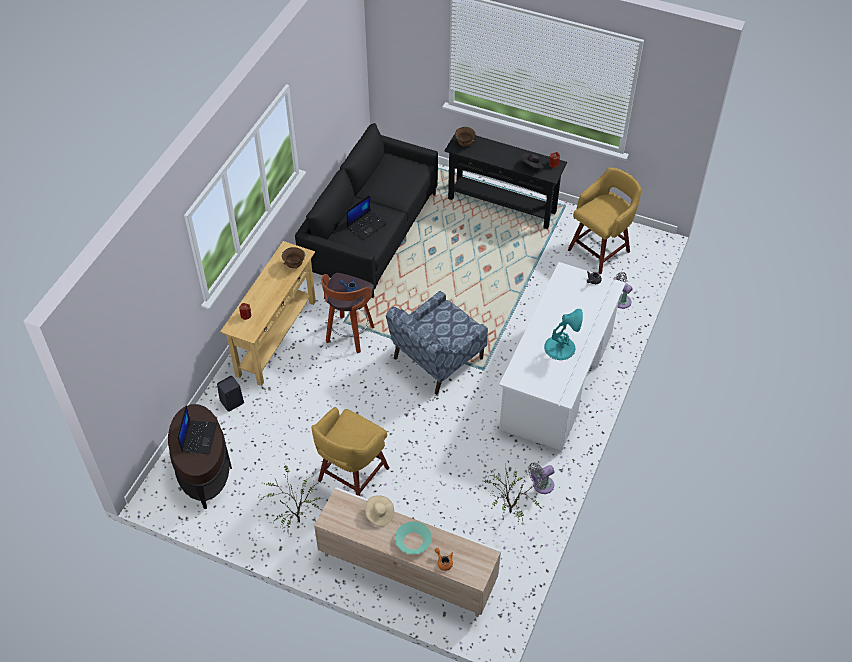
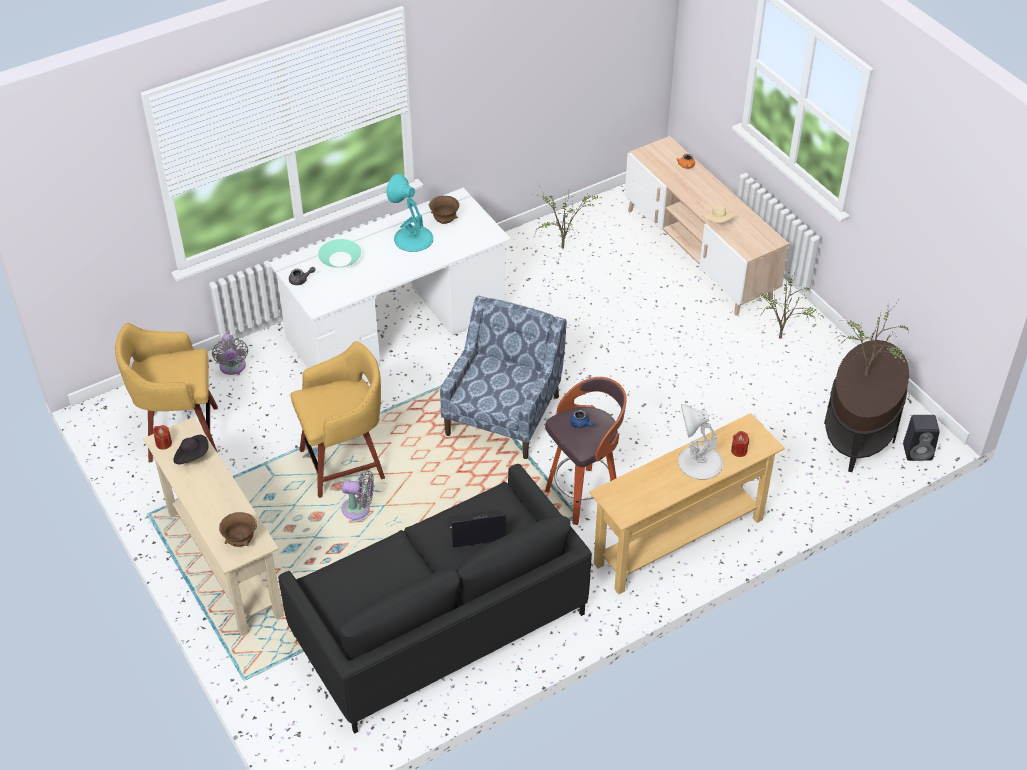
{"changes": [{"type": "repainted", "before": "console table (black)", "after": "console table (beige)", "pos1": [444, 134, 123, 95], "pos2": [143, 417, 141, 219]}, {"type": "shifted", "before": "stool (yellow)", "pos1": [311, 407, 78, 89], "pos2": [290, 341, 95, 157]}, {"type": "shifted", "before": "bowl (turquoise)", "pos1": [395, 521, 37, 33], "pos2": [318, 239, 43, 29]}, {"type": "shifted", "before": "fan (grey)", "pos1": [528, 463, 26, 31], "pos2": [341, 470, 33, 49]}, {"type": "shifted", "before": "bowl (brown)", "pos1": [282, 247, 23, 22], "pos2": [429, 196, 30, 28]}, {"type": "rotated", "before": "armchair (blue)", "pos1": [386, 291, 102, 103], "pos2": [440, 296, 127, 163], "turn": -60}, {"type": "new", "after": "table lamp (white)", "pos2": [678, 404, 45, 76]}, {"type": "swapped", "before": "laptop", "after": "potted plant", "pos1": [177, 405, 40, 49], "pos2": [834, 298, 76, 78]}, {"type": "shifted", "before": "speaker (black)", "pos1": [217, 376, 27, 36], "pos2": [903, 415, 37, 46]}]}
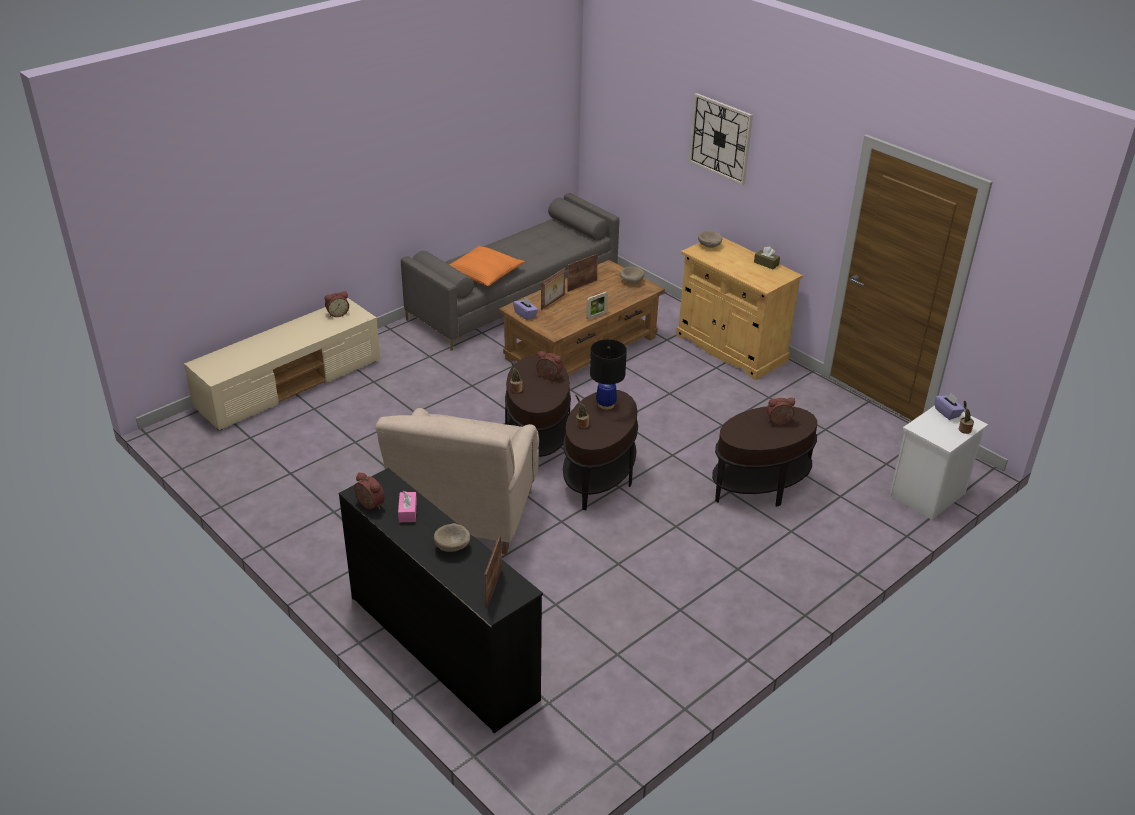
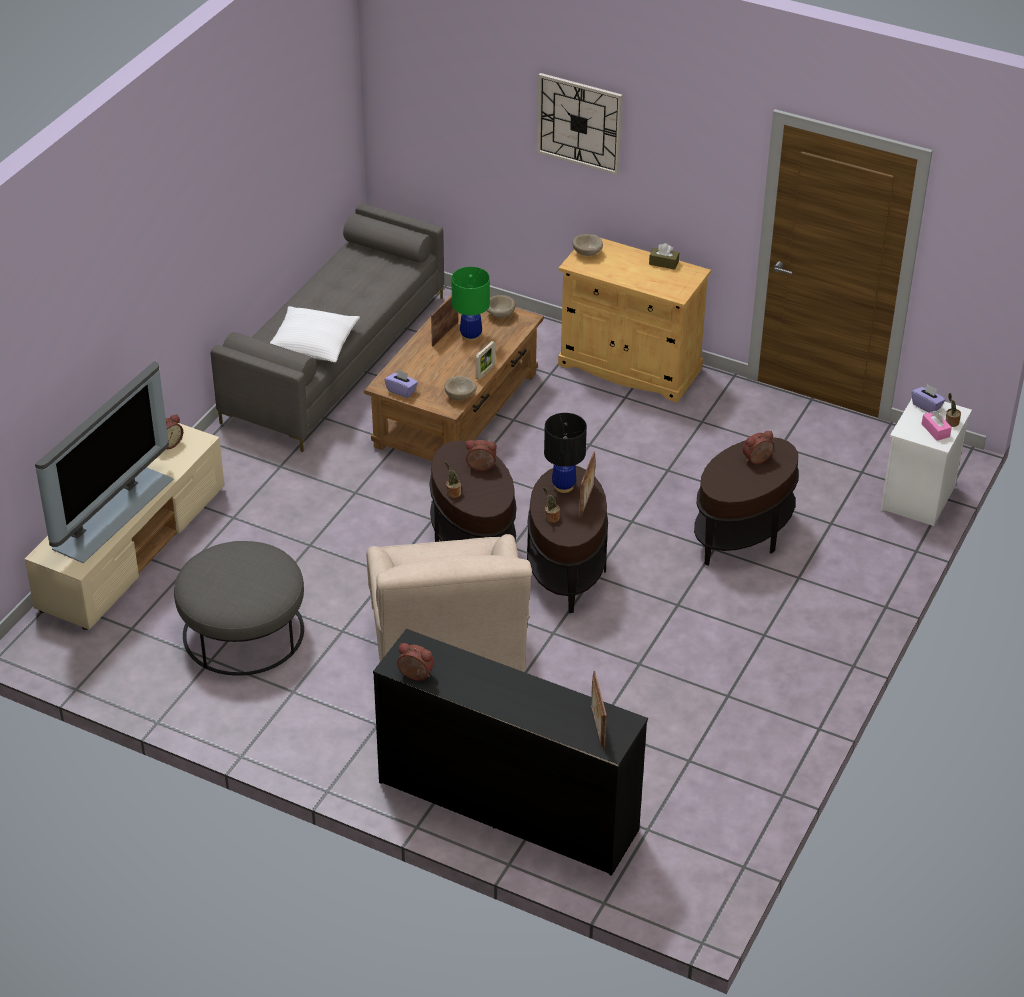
{"changes": [{"type": "new", "after": "television", "pos2": [35, 361, 139, 202]}, {"type": "new", "after": "ottoman (grey)", "pos2": [174, 541, 130, 135]}, {"type": "repainted", "before": "pillow (orange)", "after": "pillow (white)", "pos1": [449, 246, 76, 40], "pos2": [270, 306, 90, 56]}, {"type": "shifted", "before": "bowl (beige)", "pos1": [434, 523, 36, 29], "pos2": [444, 376, 33, 24]}, {"type": "new", "after": "table lamp (green)", "pos2": [451, 267, 39, 75]}, {"type": "shifted", "before": "picture frame", "pos1": [541, 267, 24, 43], "pos2": [579, 452, 16, 65]}, {"type": "shifted", "before": "tissue box (pink)", "pos1": [398, 491, 19, 31], "pos2": [922, 411, 30, 30]}]}
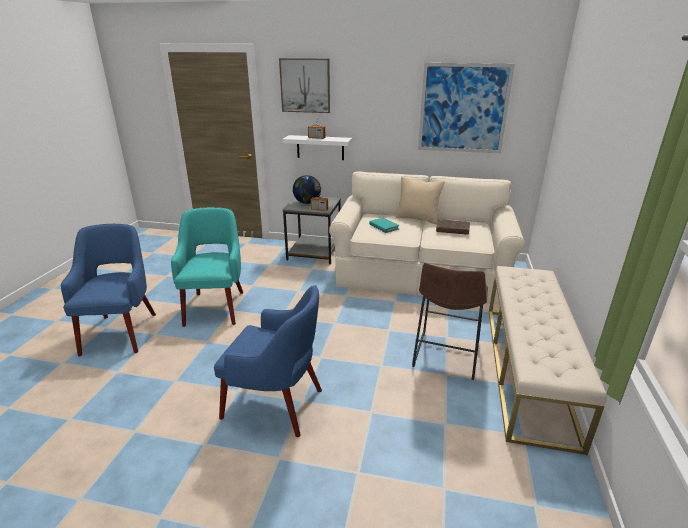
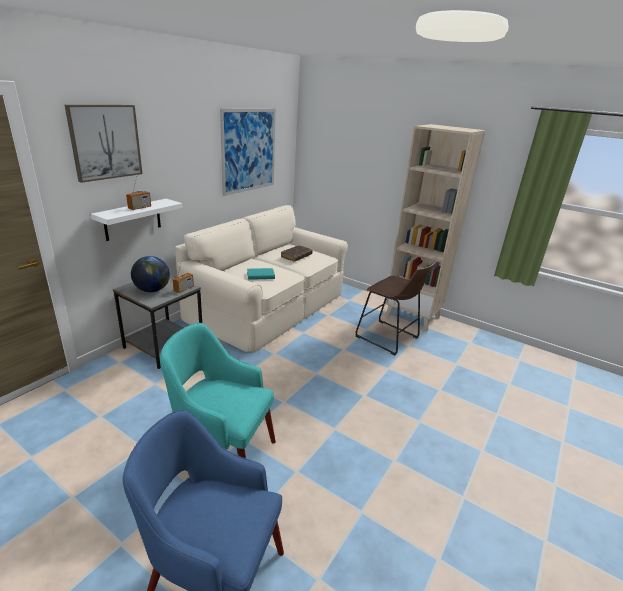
{"changes": [{"type": "swapped", "before": "bench (beige)", "after": "bookcase (beige)", "pos1": [489, 266, 118, 189], "pos2": [385, 124, 100, 207]}, {"type": "gone", "before": "armchair (blue)", "pos1": [214, 285, 108, 152]}, {"type": "gone", "before": "pillow (beige)", "pos1": [395, 176, 50, 48]}]}
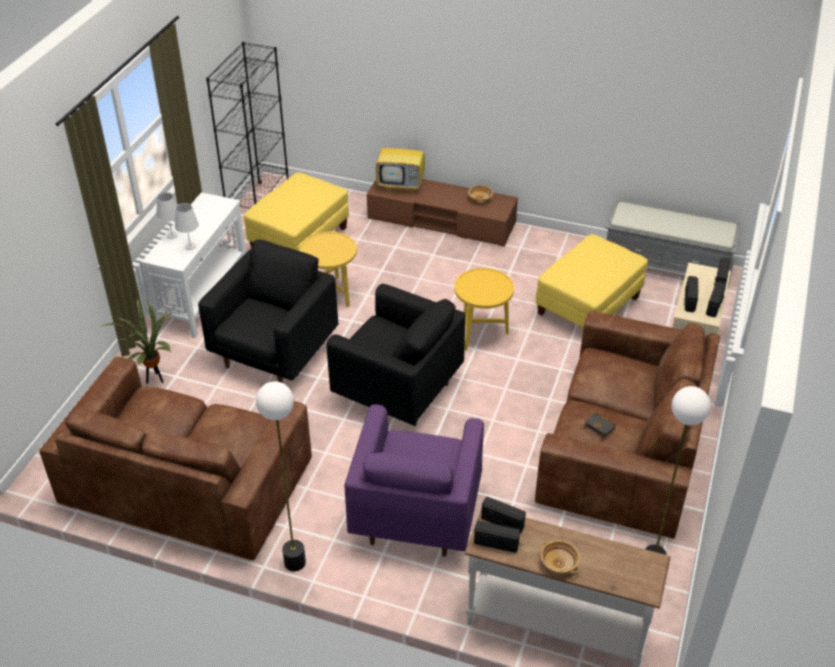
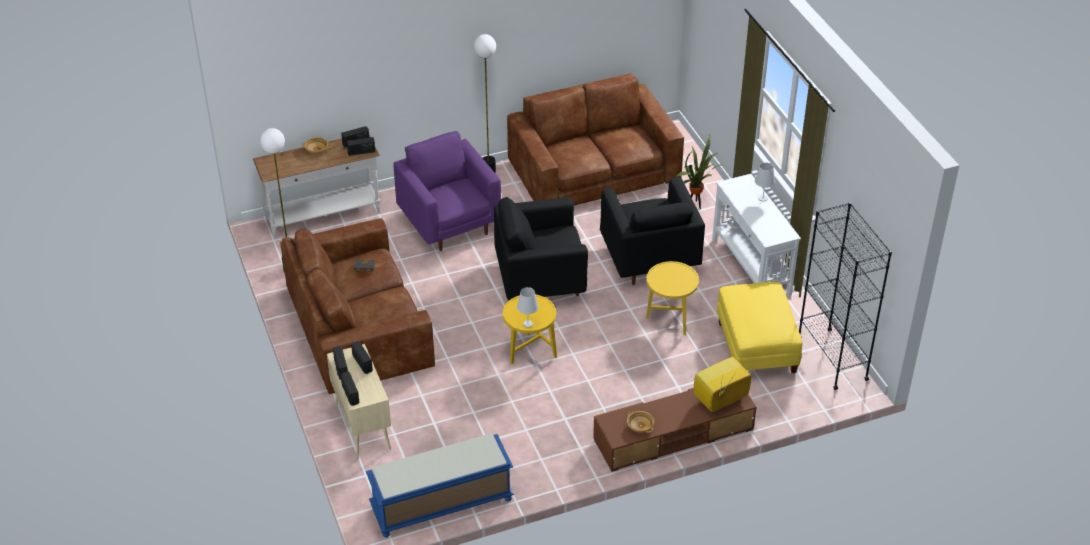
{"changes": [{"type": "repainted", "before": "bench (grey)", "after": "bench (blue)", "pos1": [605, 200, 137, 85], "pos2": [366, 434, 148, 103]}, {"type": "shifted", "before": "table lamp (white)", "pos1": [175, 203, 24, 47], "pos2": [517, 287, 22, 40]}, {"type": "gone", "before": "ottoman (yellow)", "pos1": [536, 234, 112, 94]}]}
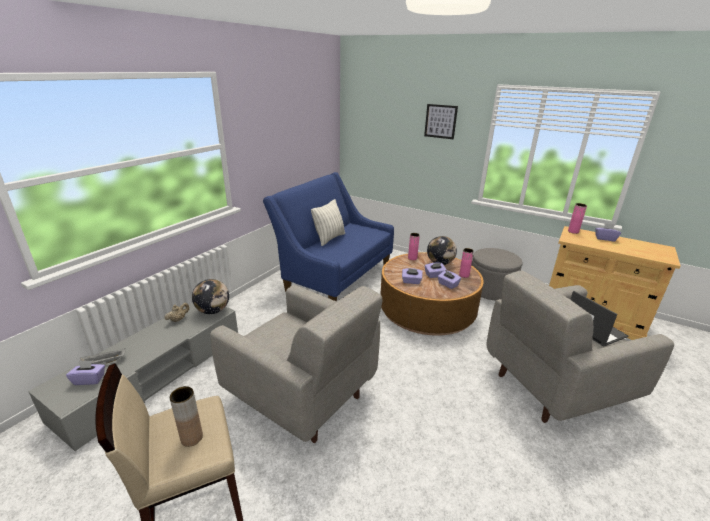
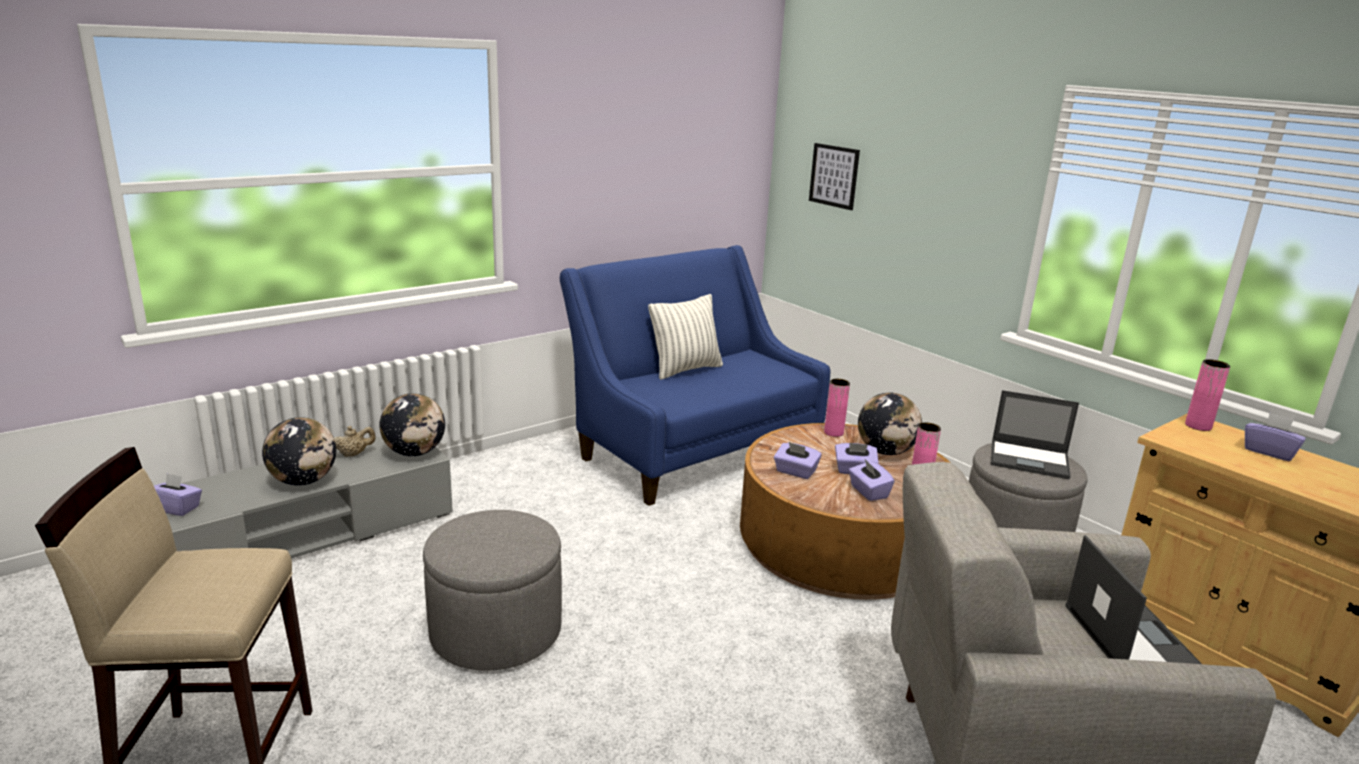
{"changes": [{"type": "new", "after": "globe", "pos2": [262, 417, 74, 68]}, {"type": "swapped", "before": "armchair (grey)", "after": "ottoman (grey)", "pos1": [210, 285, 172, 158], "pos2": [423, 510, 139, 161]}, {"type": "shifted", "before": "picture", "pos1": [424, 104, 34, 35], "pos2": [809, 143, 51, 67]}, {"type": "new", "after": "laptop", "pos2": [991, 390, 88, 89]}, {"type": "gone", "before": "tray (grey)", "pos1": [80, 349, 46, 15]}, {"type": "gone", "before": "vase (brown)", "pos1": [170, 386, 33, 61]}]}
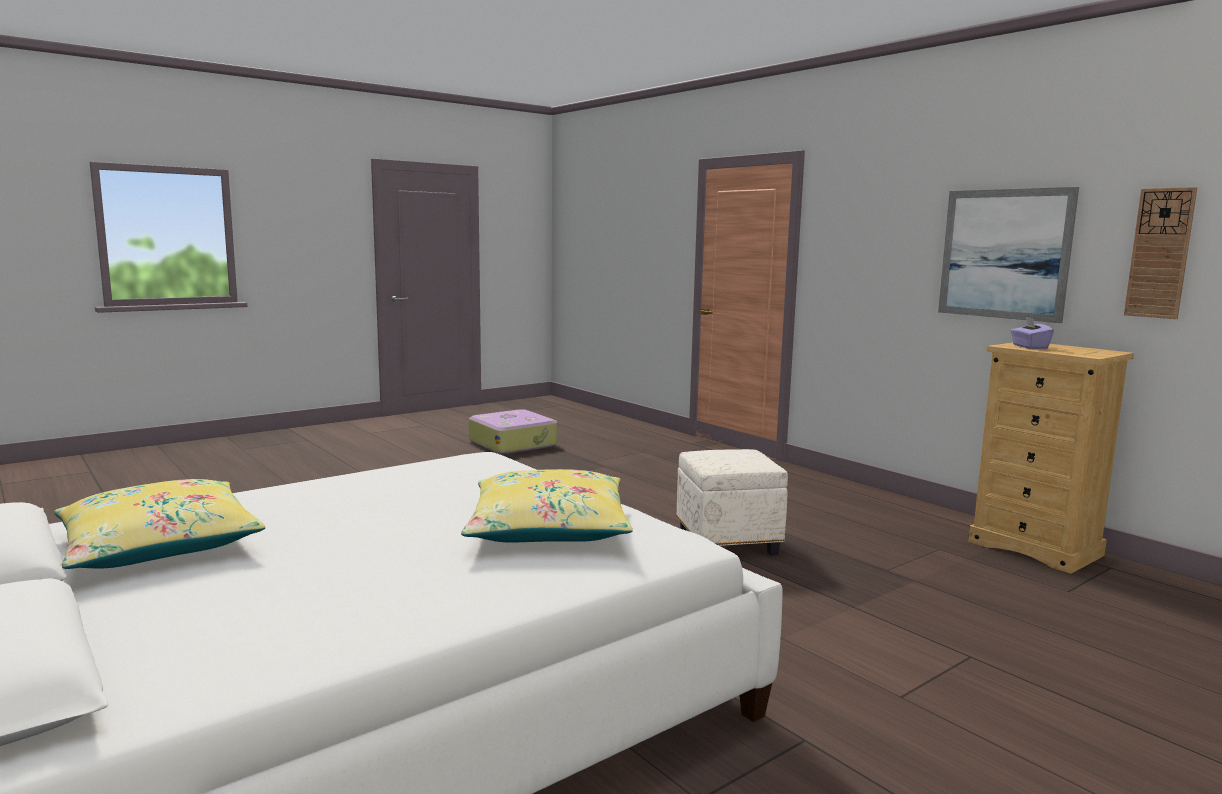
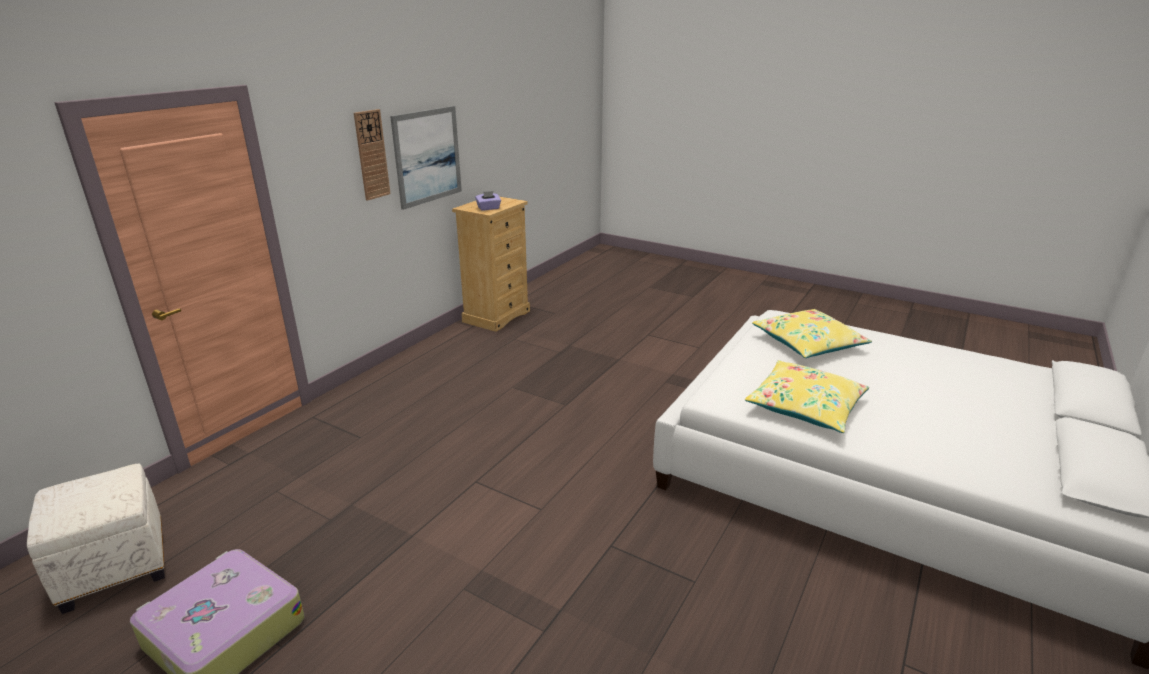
{"changes": [{"type": "shifted", "before": "ottoman (white)", "pos1": [676, 449, 112, 107], "pos2": [27, 463, 138, 151]}, {"type": "shifted", "before": "wall clock", "pos1": [1124, 187, 73, 132], "pos2": [354, 109, 37, 92]}, {"type": "shifted", "before": "pillow (yellow)", "pos1": [54, 479, 211, 90], "pos2": [745, 360, 124, 73]}]}
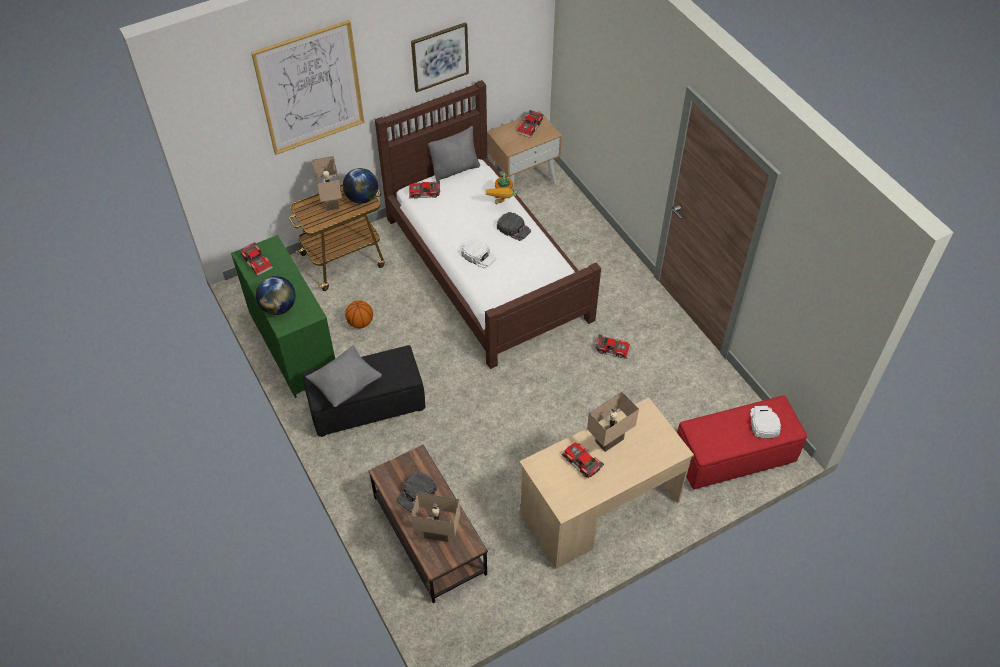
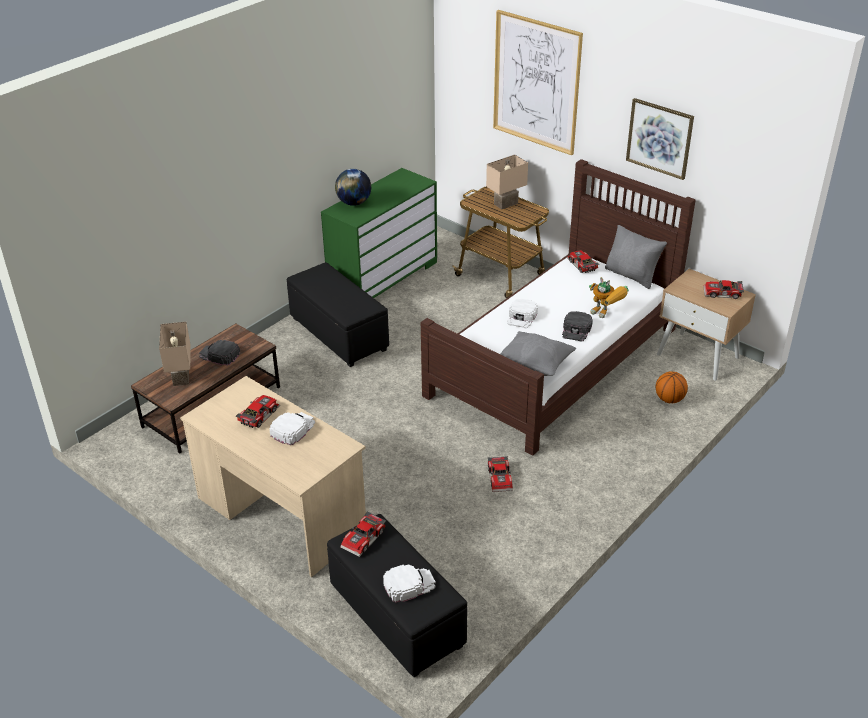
{"changes": [{"type": "swapped", "before": "table lamp (beige)", "after": "cap (white)", "pos1": [587, 392, 52, 60], "pos2": [269, 412, 46, 33]}, {"type": "repainted", "before": "ottoman (red)", "after": "ottoman (black)", "pos1": [677, 395, 130, 95], "pos2": [327, 514, 140, 163]}, {"type": "shifted", "before": "toy car", "pos1": [239, 242, 34, 34], "pos2": [340, 511, 46, 46]}, {"type": "shifted", "before": "pillow (grey)", "pos1": [306, 346, 76, 61], "pos2": [500, 331, 76, 45]}, {"type": "rotated", "before": "toy robot", "pos1": [486, 172, 32, 33], "pos2": [589, 277, 40, 41], "turn": -120}, {"type": "shifted", "before": "basketball", "pos1": [345, 301, 28, 27], "pos2": [655, 371, 33, 32]}, {"type": "gone", "before": "globe", "pos1": [343, 168, 35, 36]}]}
